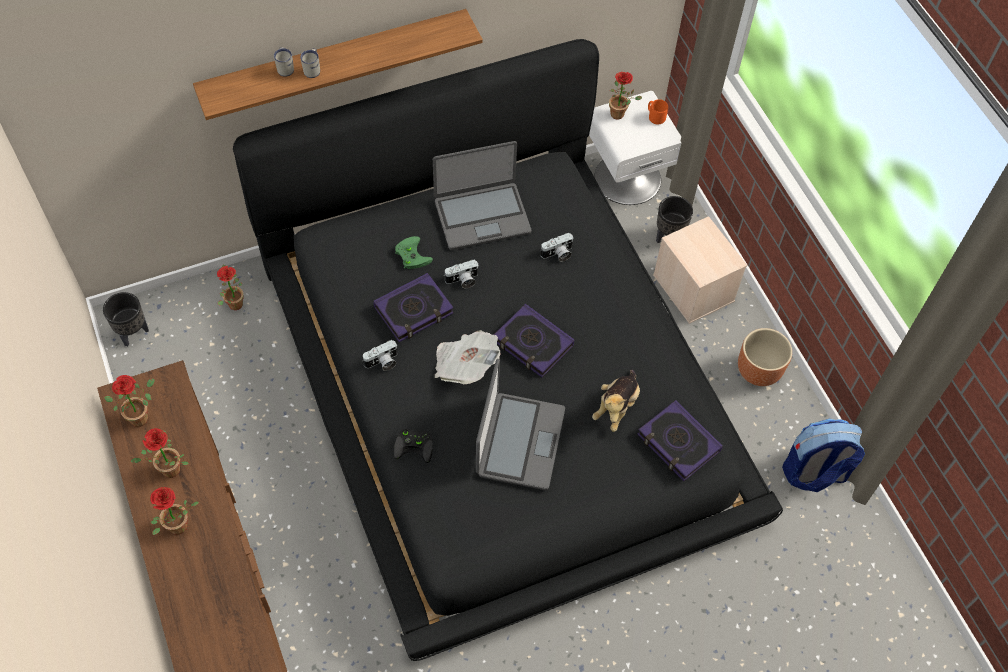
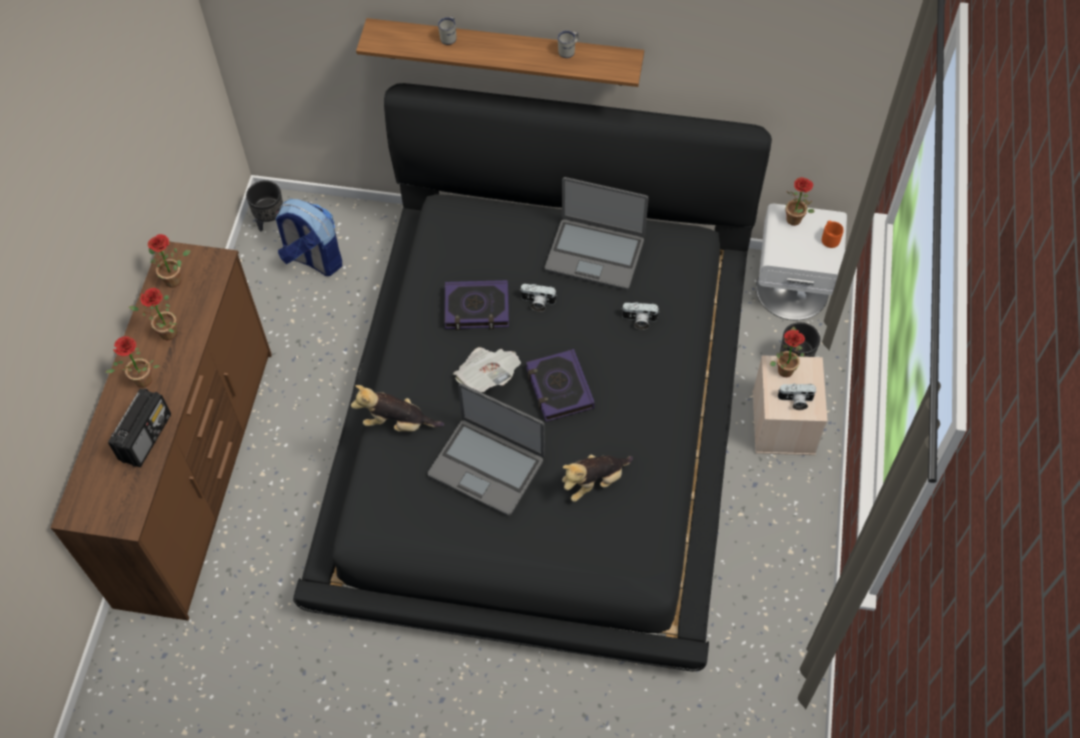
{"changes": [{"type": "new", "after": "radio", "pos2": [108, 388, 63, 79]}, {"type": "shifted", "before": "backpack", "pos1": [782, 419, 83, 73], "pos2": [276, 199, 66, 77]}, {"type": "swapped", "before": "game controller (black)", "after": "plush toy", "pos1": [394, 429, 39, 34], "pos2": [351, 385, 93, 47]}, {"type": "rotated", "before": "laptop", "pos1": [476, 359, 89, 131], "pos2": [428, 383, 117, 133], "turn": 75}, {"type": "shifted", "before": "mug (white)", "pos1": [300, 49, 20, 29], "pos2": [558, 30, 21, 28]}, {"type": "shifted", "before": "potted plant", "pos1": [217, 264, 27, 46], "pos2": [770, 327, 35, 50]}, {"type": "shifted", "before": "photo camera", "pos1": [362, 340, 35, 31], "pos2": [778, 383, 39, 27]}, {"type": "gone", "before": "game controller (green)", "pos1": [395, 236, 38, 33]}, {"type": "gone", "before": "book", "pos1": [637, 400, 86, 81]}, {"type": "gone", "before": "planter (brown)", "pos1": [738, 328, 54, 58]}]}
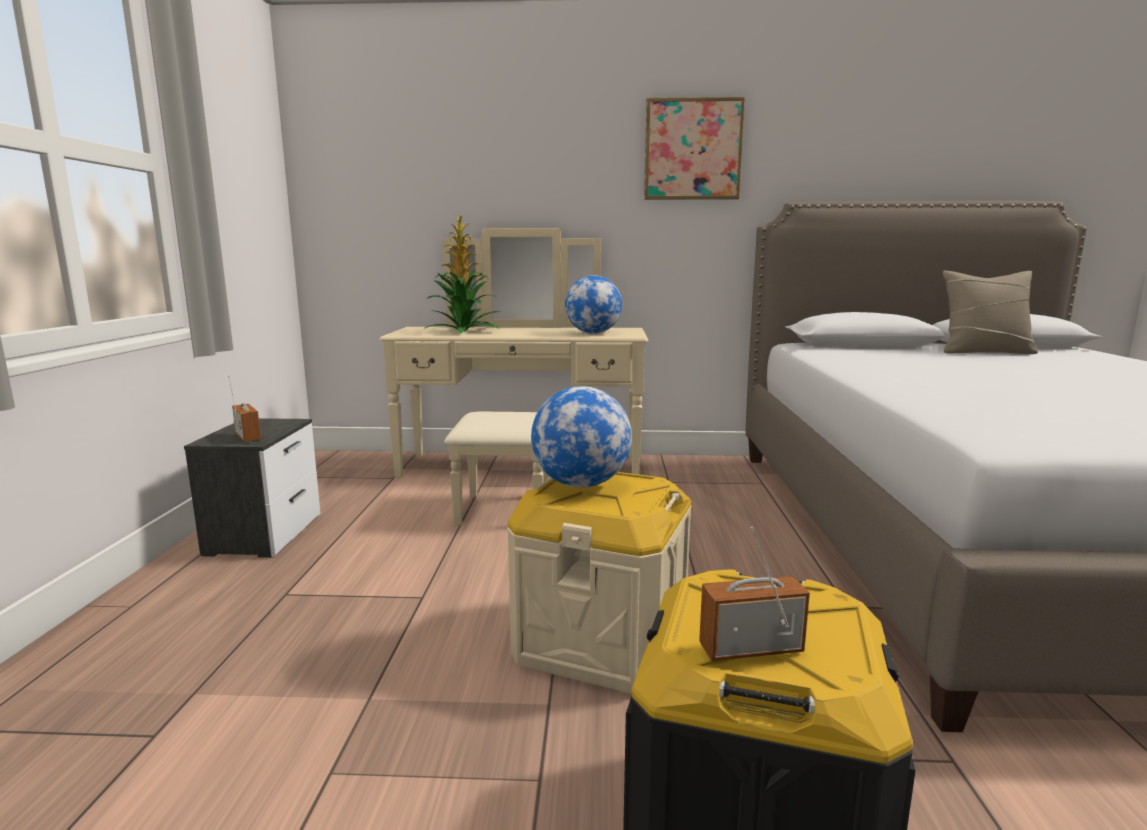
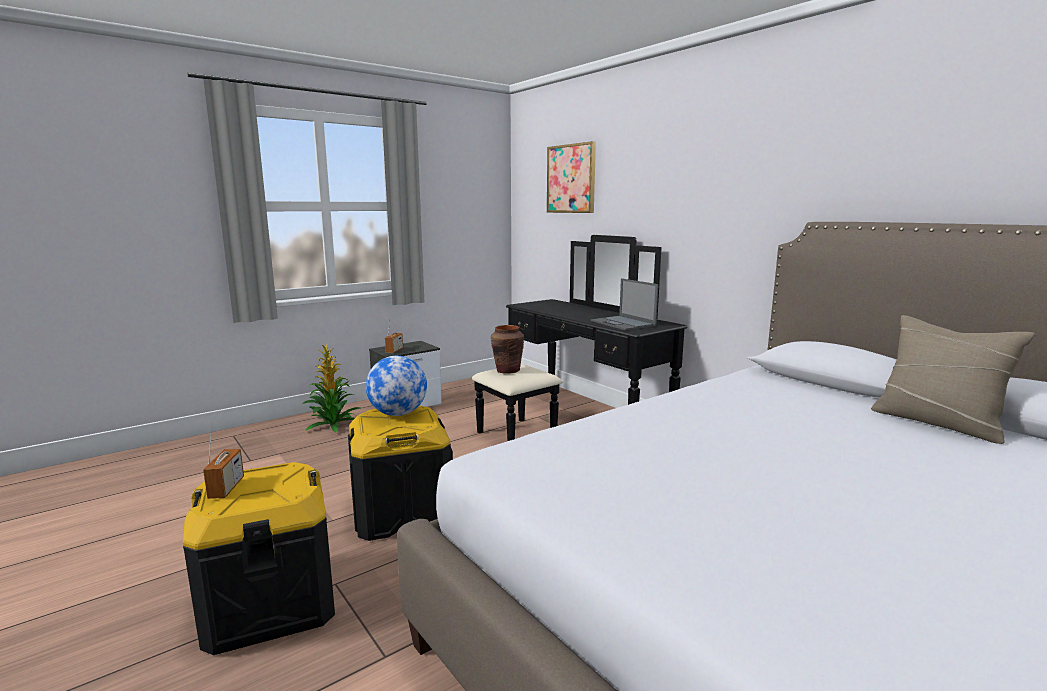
{"changes": [{"type": "rotated", "before": "radio", "pos1": [699, 527, 111, 134], "pos2": [203, 422, 41, 77], "turn": 45}, {"type": "shifted", "before": "potted plant", "pos1": [425, 215, 74, 119], "pos2": [302, 343, 58, 89]}, {"type": "repainted", "before": "storage box (beige)", "after": "storage box (black)", "pos1": [507, 472, 184, 222], "pos2": [348, 405, 105, 136]}, {"type": "repainted", "before": "dresser (beige)", "after": "dresser (black)", "pos1": [379, 228, 269, 298], "pos2": [472, 235, 215, 206]}, {"type": "new", "after": "vase (brown)", "pos2": [491, 325, 33, 49]}, {"type": "shifted", "before": "picture", "pos1": [644, 97, 101, 103], "pos2": [547, 141, 49, 72]}, {"type": "swapped", "before": "globe", "after": "laptop", "pos1": [565, 275, 57, 59], "pos2": [591, 278, 68, 53]}]}
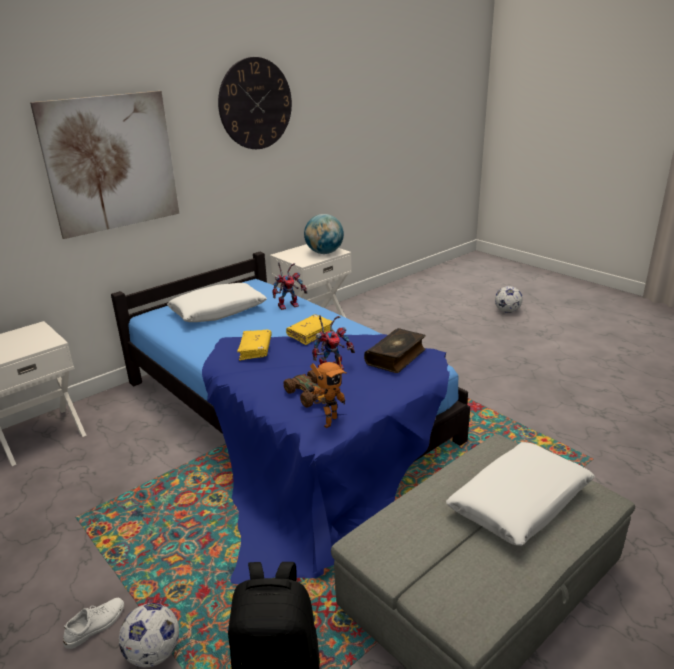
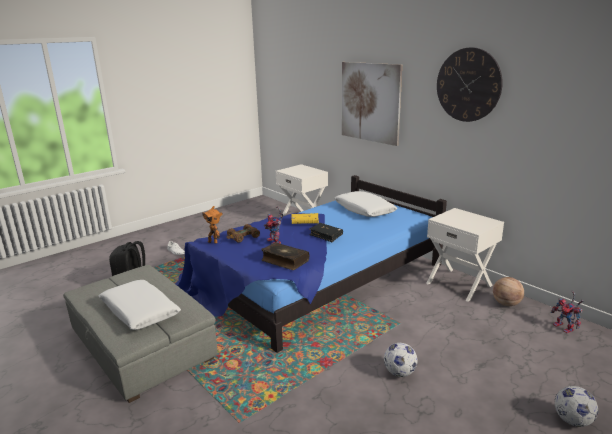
{"changes": [{"type": "repainted", "before": "book (yellow)", "after": "book (black)", "pos1": [286, 314, 47, 31], "pos2": [309, 223, 34, 19]}, {"type": "shifted", "before": "football", "pos1": [119, 603, 60, 65], "pos2": [384, 343, 34, 34]}, {"type": "new", "after": "basketball", "pos2": [493, 277, 31, 29]}, {"type": "shifted", "before": "toy robot", "pos1": [272, 262, 35, 48], "pos2": [551, 291, 33, 42]}, {"type": "gone", "before": "globe", "pos1": [304, 214, 40, 40]}]}
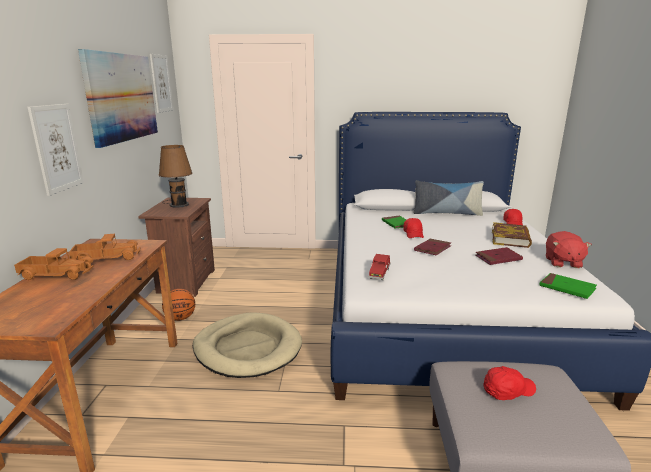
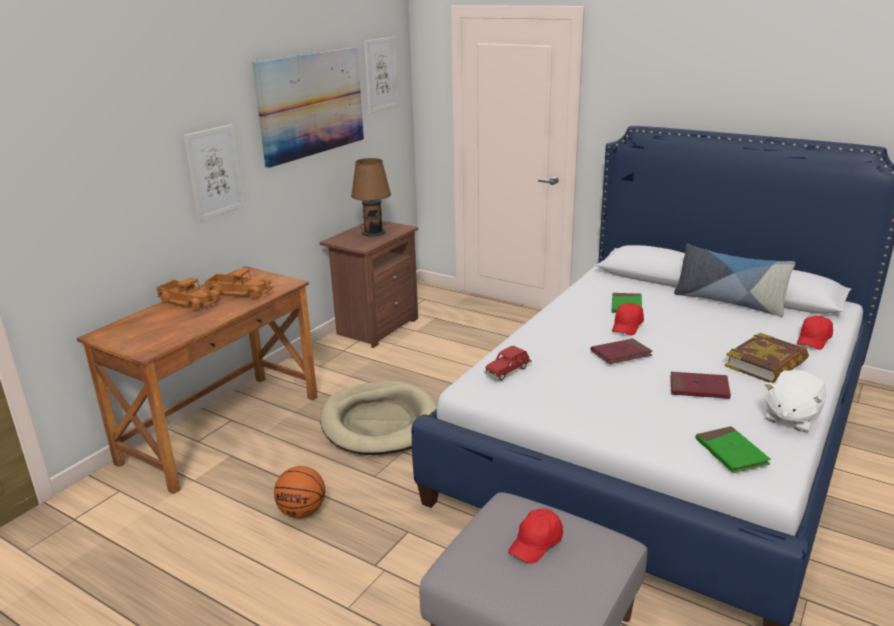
{"changes": [{"type": "shifted", "before": "basketball", "pos1": [162, 289, 33, 32], "pos2": [274, 466, 51, 52]}, {"type": "rotated", "before": "cap (red)", "pos1": [483, 366, 53, 34], "pos2": [508, 508, 55, 56], "turn": 120}, {"type": "repainted", "before": "plush toy (red)", "after": "plush toy (white)", "pos1": [546, 231, 46, 37], "pos2": [764, 370, 62, 62]}]}
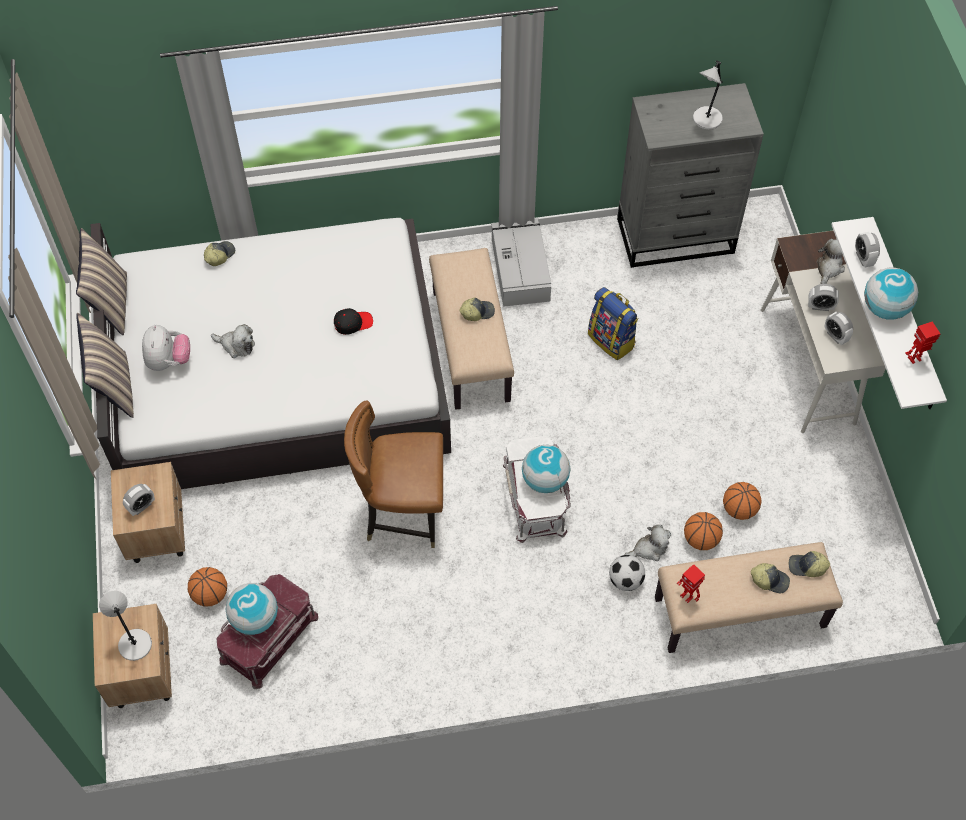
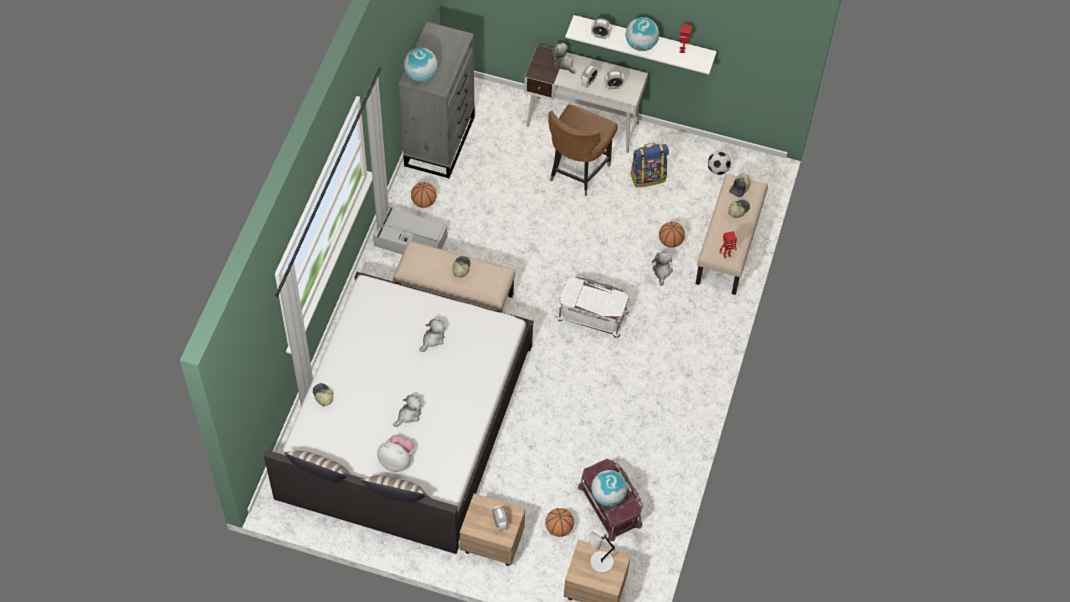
{"changes": [{"type": "shifted", "before": "globe", "pos1": [522, 445, 49, 48], "pos2": [404, 48, 34, 34]}, {"type": "shifted", "before": "basketball", "pos1": [723, 482, 39, 38], "pos2": [411, 182, 26, 26]}, {"type": "swapped", "before": "cap (black)", "after": "plush toy", "pos1": [334, 308, 39, 27], "pos2": [419, 319, 26, 33]}, {"type": "shifted", "before": "chair (brown)", "pos1": [344, 400, 99, 148], "pos2": [548, 104, 70, 92]}, {"type": "shifted", "before": "backpack", "pos1": [588, 287, 50, 73], "pos2": [630, 143, 39, 44]}, {"type": "shifted", "before": "football", "pos1": [609, 555, 36, 36], "pos2": [708, 151, 23, 24]}, {"type": "gone", "before": "table lamp (grey)", "pos1": [693, 60, 30, 69]}]}
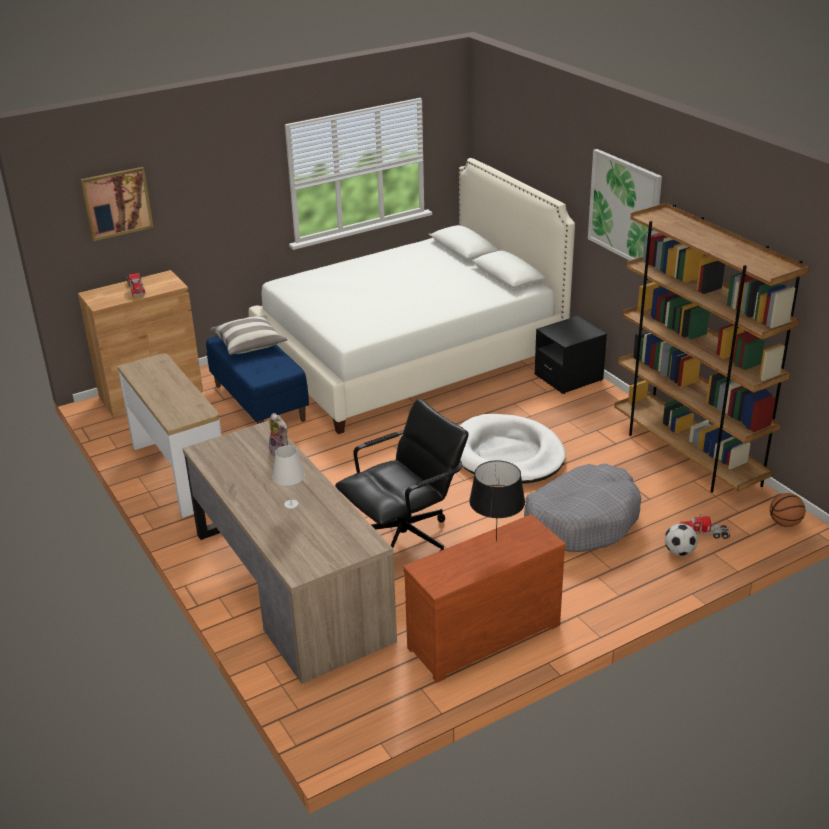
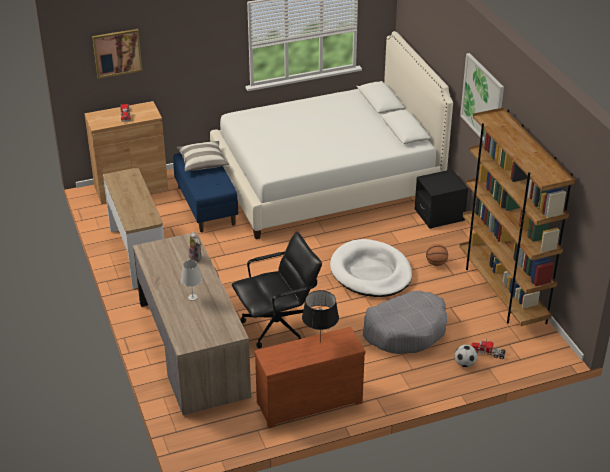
{"changes": [{"type": "shifted", "before": "basketball", "pos1": [770, 493, 35, 34], "pos2": [426, 244, 22, 22]}]}
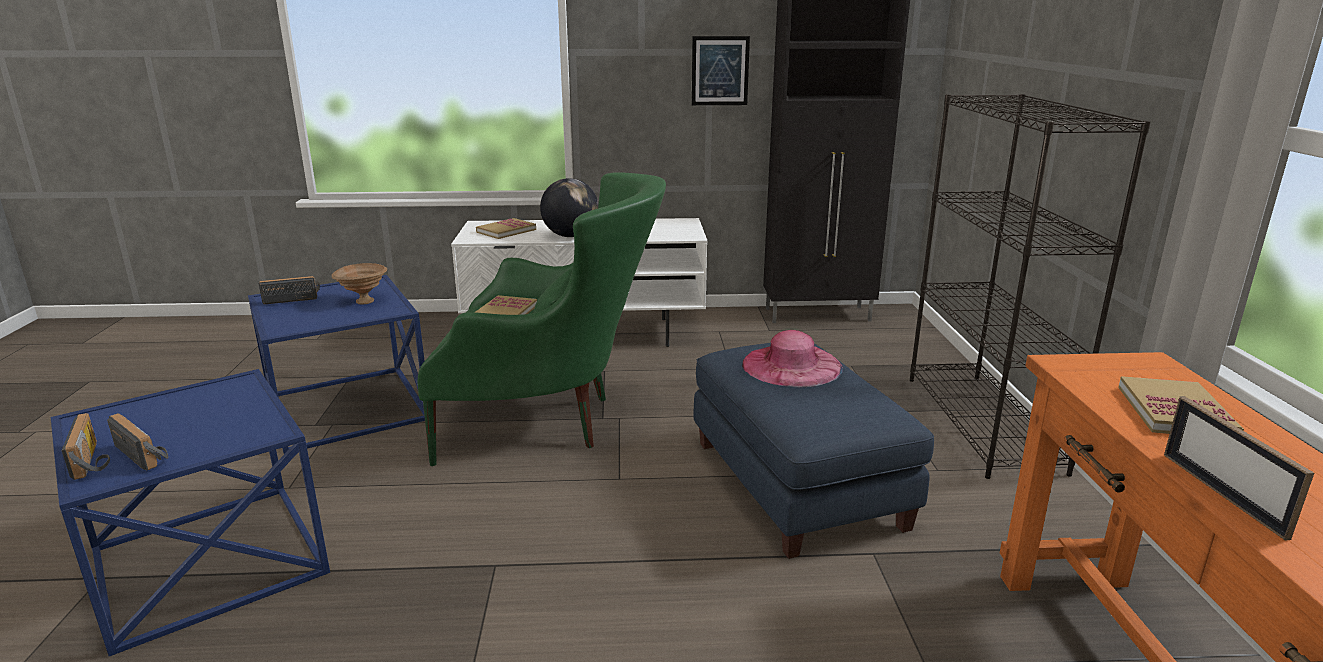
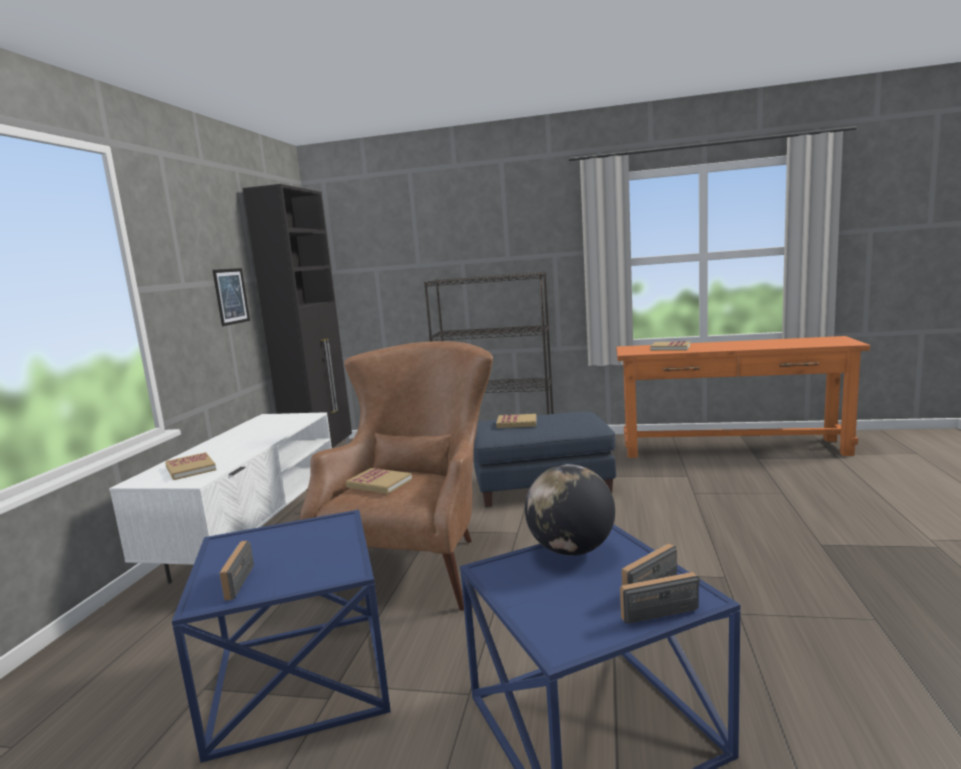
{"changes": [{"type": "repainted", "before": "armchair (green)", "after": "armchair (brown)", "pos1": [418, 172, 248, 294], "pos2": [300, 341, 193, 270]}, {"type": "swapped", "before": "hat (pink)", "after": "book", "pos1": [742, 330, 101, 57], "pos2": [496, 414, 41, 14]}, {"type": "shifted", "before": "globe", "pos1": [540, 178, 59, 59], "pos2": [525, 464, 90, 92]}, {"type": "gone", "before": "bowl (brown)", "pos1": [332, 263, 55, 42]}, {"type": "gone", "before": "picture frame", "pos1": [1164, 396, 150, 145]}]}
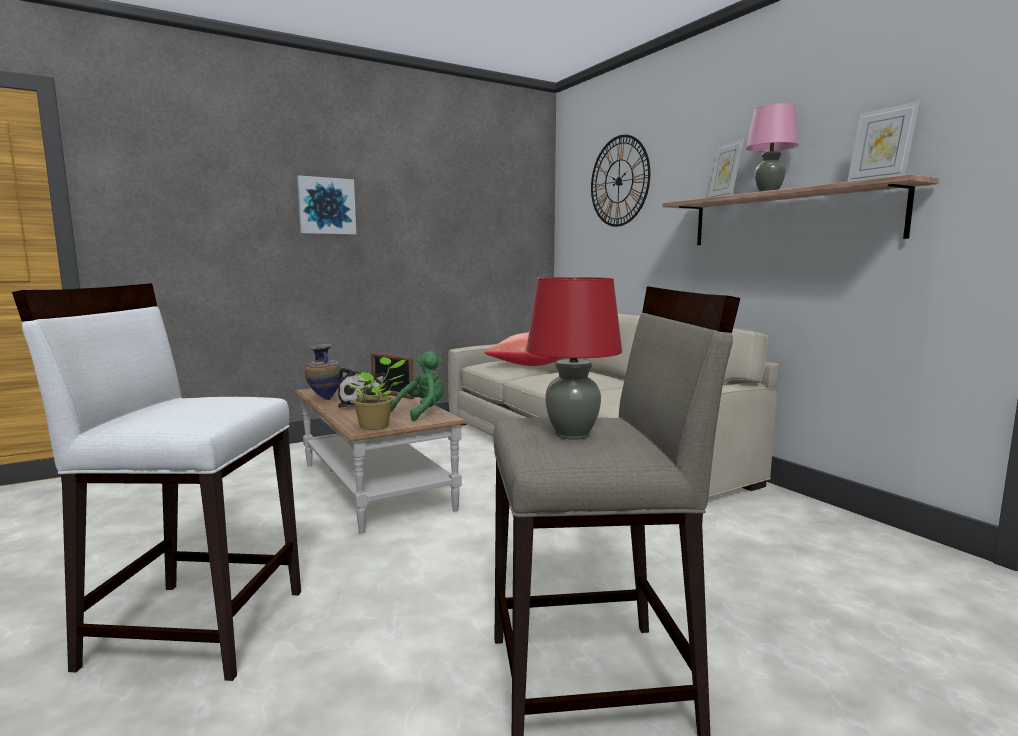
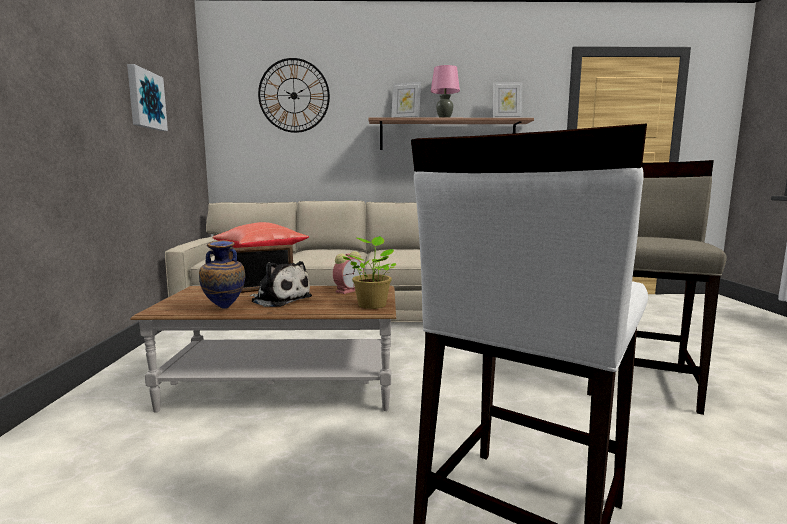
{"changes": [{"type": "shifted", "before": "picture", "pos1": [297, 175, 59, 60], "pos2": [127, 64, 41, 67]}, {"type": "swapped", "before": "plush toy (green)", "after": "alarm clock", "pos1": [391, 351, 53, 70], "pos2": [333, 251, 31, 43]}, {"type": "gone", "before": "table lamp (red)", "pos1": [526, 277, 96, 163]}]}
